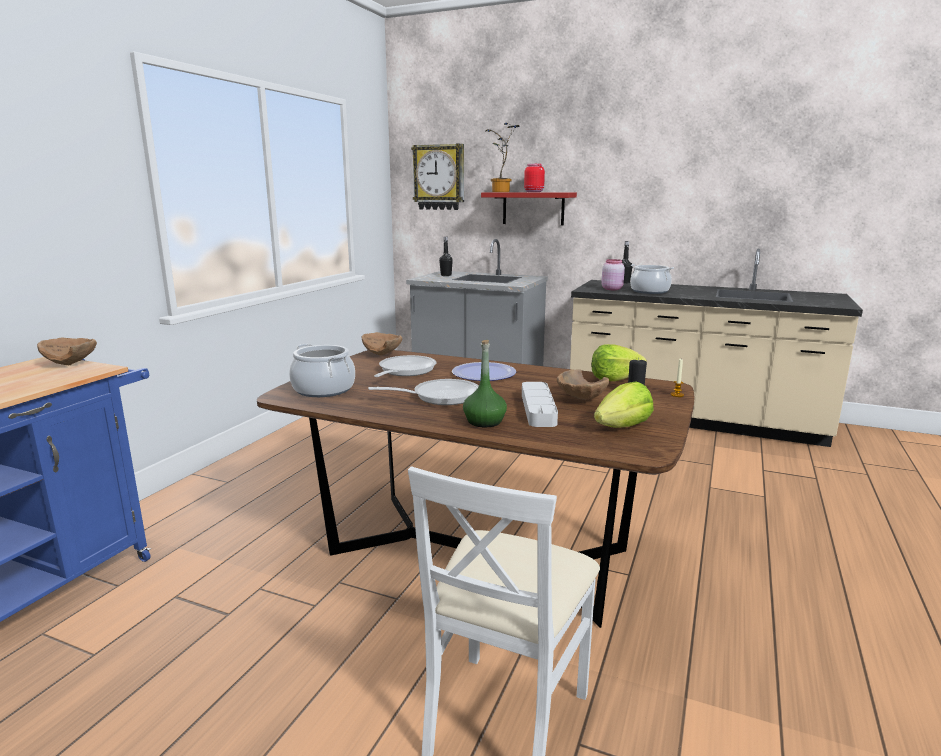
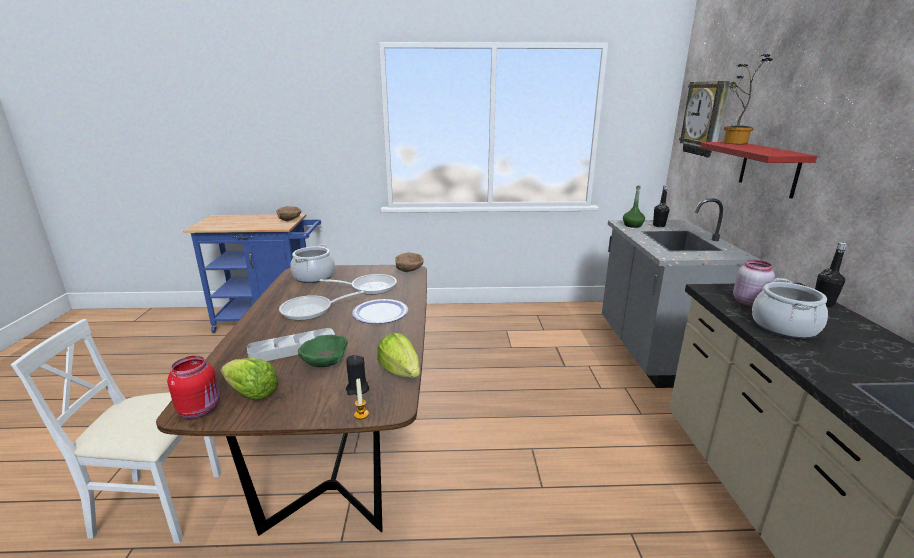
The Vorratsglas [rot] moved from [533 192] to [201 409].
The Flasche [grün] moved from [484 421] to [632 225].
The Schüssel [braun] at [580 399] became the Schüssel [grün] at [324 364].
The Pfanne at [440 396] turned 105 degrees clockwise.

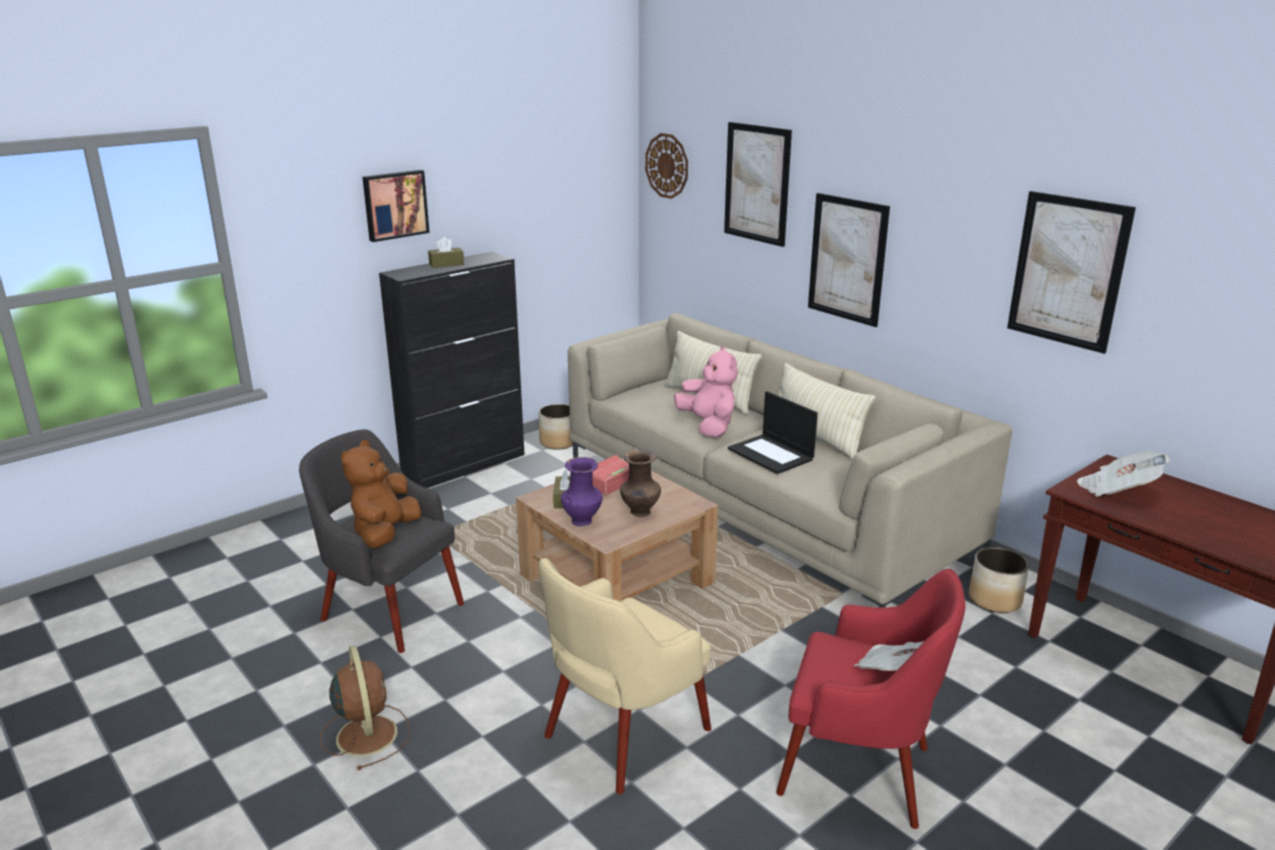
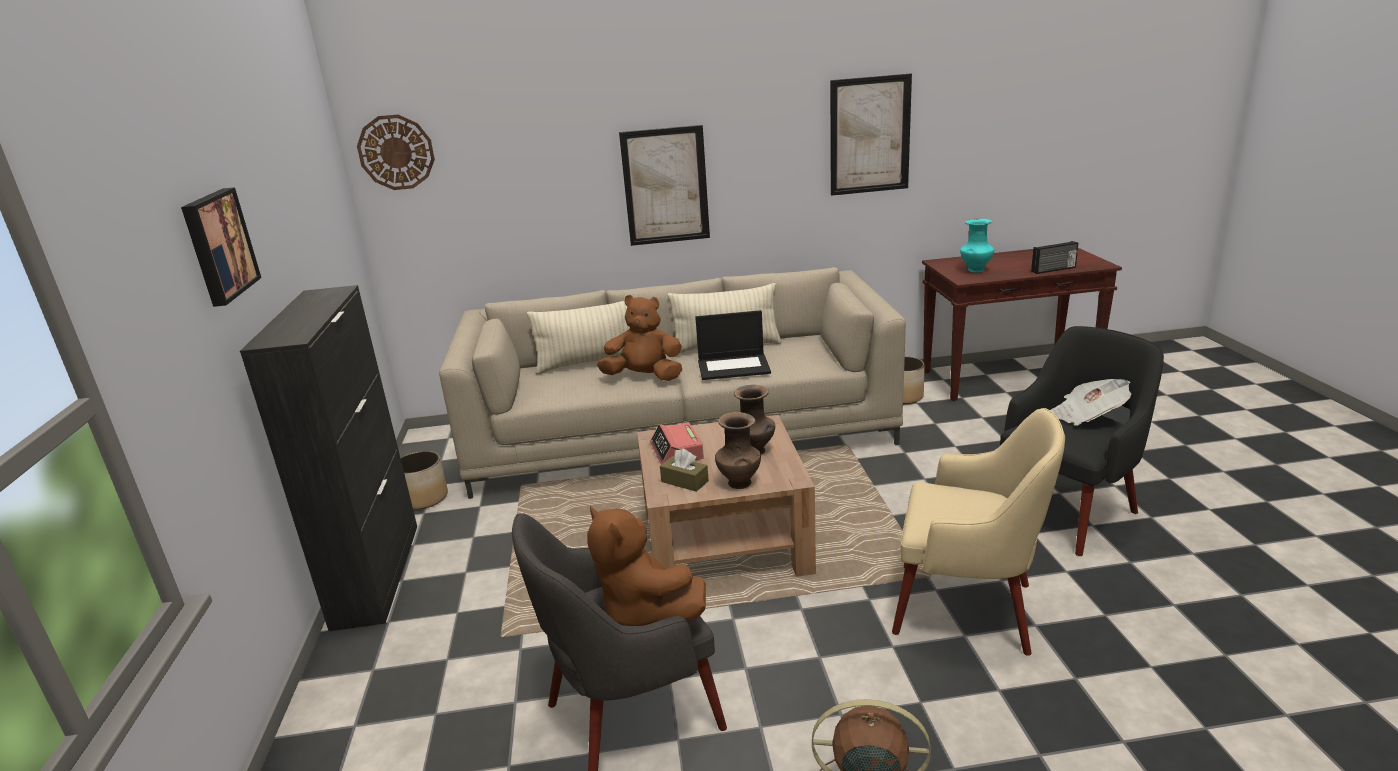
The Bild at [757 183] disappeared.
The Taschentuchbox [braun] at [446 264] disappeared.
The Plüschtier [rosa] at [708 426] became the Plüschtier [braun] at [644 377].
The Zeitung at [1117 491] was replaced by the Vase [türkis] at [975 270].
The Vase [lila] at [582 520] became the Vase [braun] at [738 482].
The Sessel [beige] at [624 734] turned 60 degrees counterclockwise.
The Sessel [rot] at [858 770] became the Sessel [schwarz] at [1066 512].
The Radio at [1054 270] appeared.

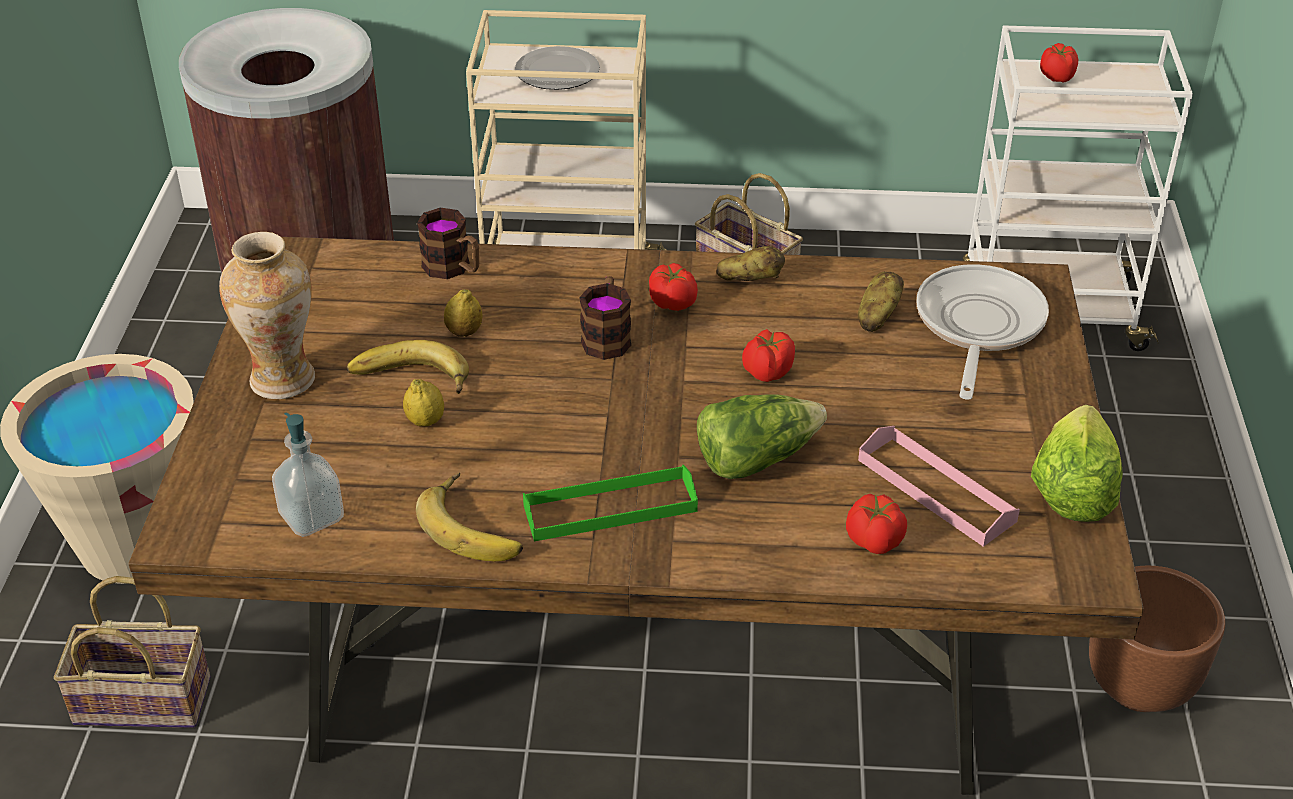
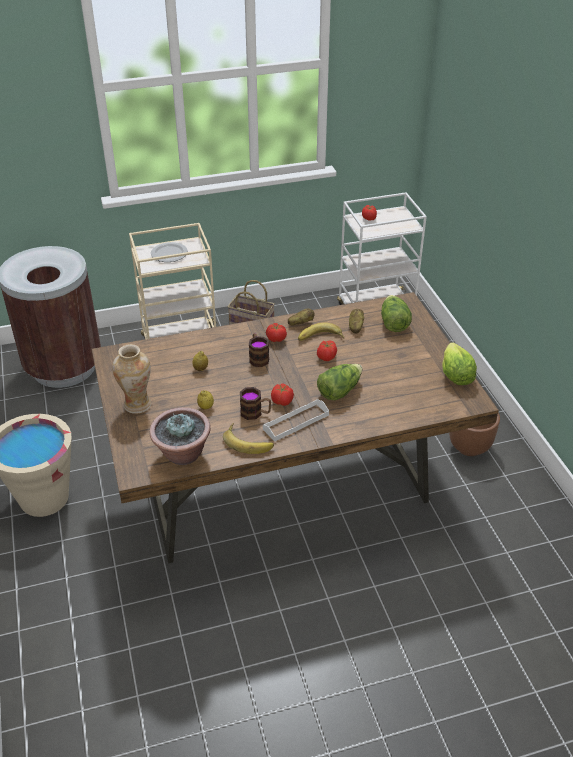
The Henkelbecher moved from [453 269] to [255 413].
The Pfanne at [977 327] was replaced by the Salatkopf at [393 322].
The Banane moved from [409 380] to [320 338].
The Seifenspender at [312 517] was replaced by the Topfpflanze at [183 454].
The Tablett [rosa] at [936 490] disappeared.
The Tablett [grün] at [610 508] became the Tablett [weiß] at [296 422].
The Tomate moved from [874 542] to [282 402].
The Korb at [146 699] disappeared.

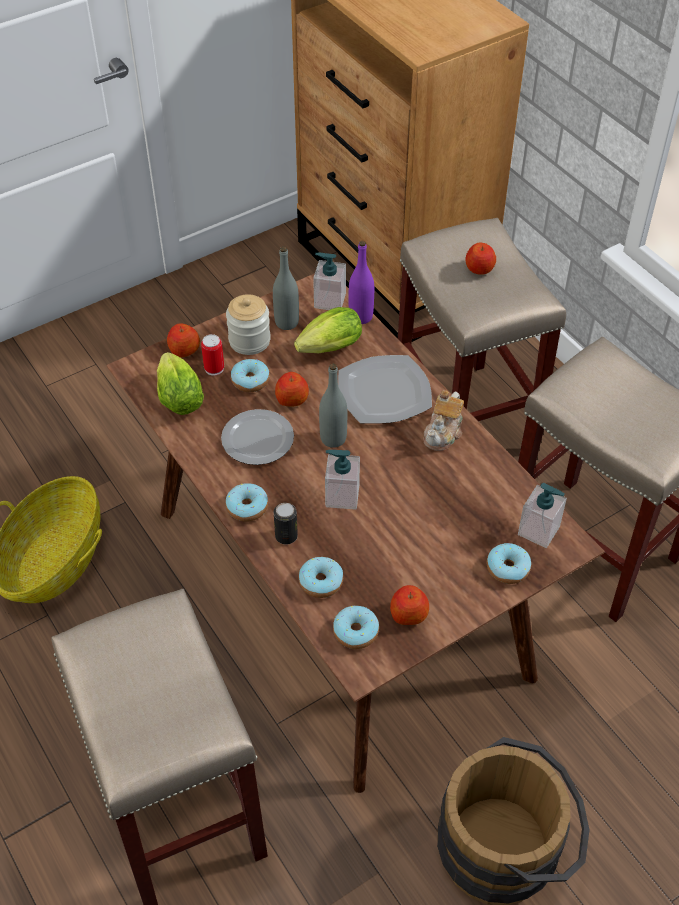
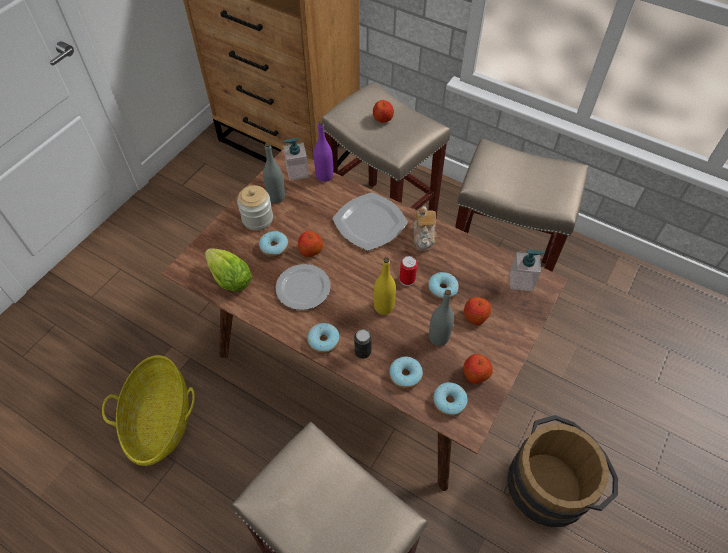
The Salatkopf at [327 349] disappeared.
The Apfel moved from [184 350] to [475 316].
The Dose moved from [214 368] to [407 279].
The Flasche [grau] moved from [333 438] to [438 337].
The Seifenspender at [342 496] was replaced by the Flasche [gelb] at [383 307].
The Donut moved from [508 568] to [442 289].

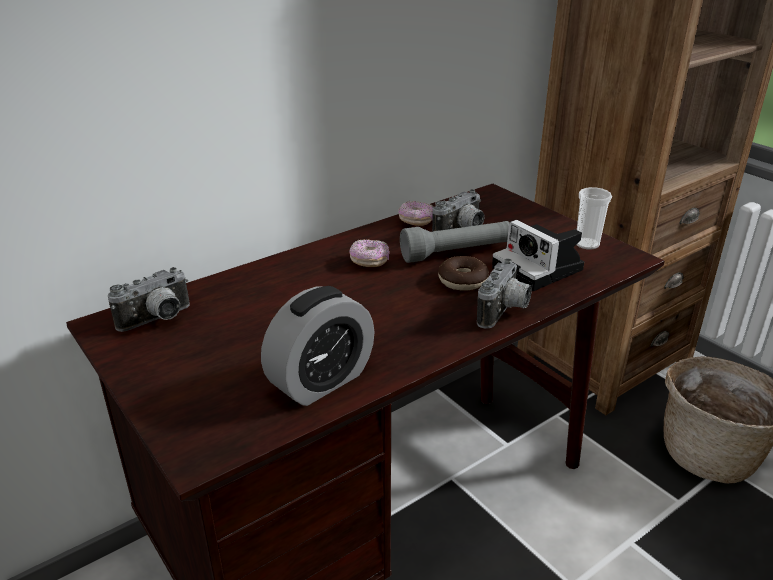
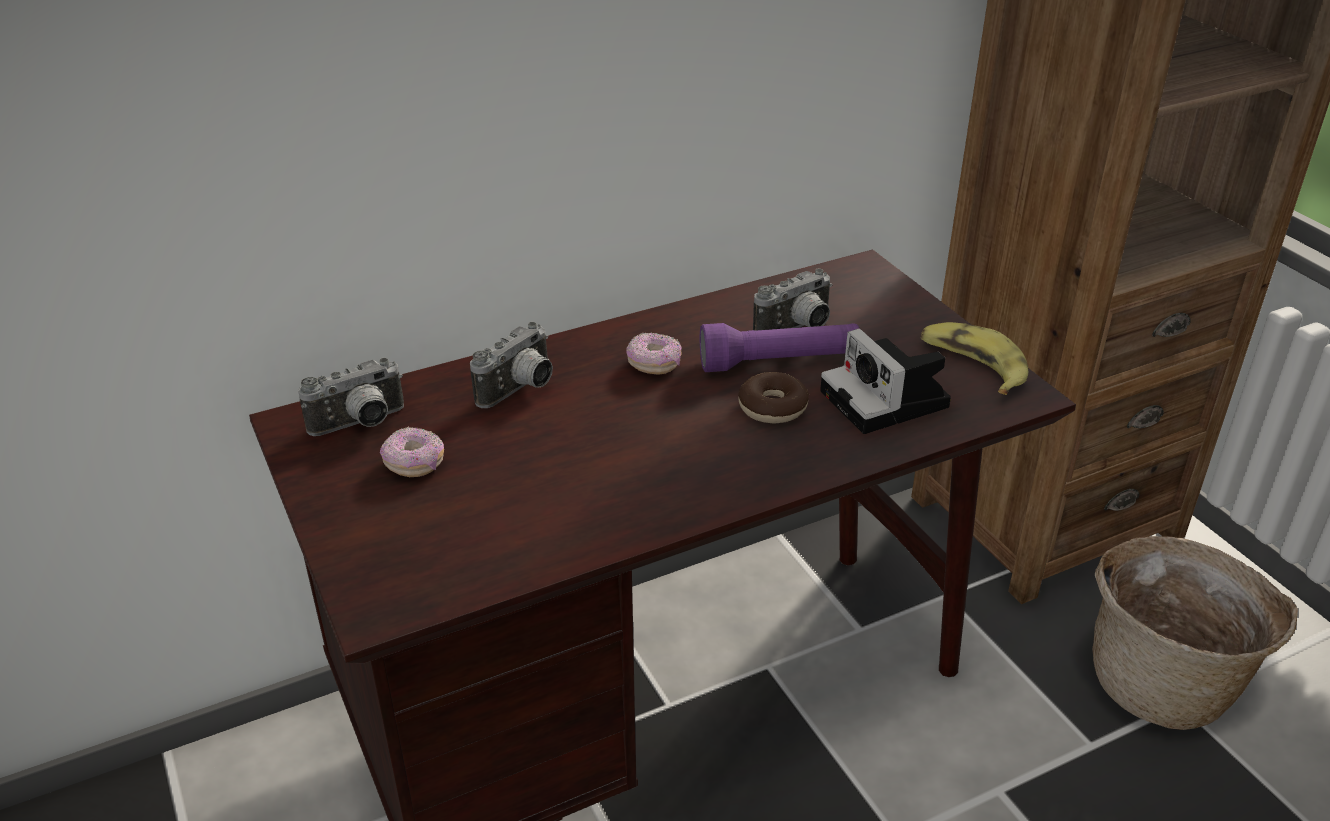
The Tasse at [587 244] was replaced by the Banane at [972 366].
The Donut moved from [416 221] to [414 464].
The Taschenlampe [grau] at [457 253] became the Taschenlampe [lila] at [779 363].
The Kamera moved from [505 312] to [521 390].
The Wecker at [321 381] disappeared.

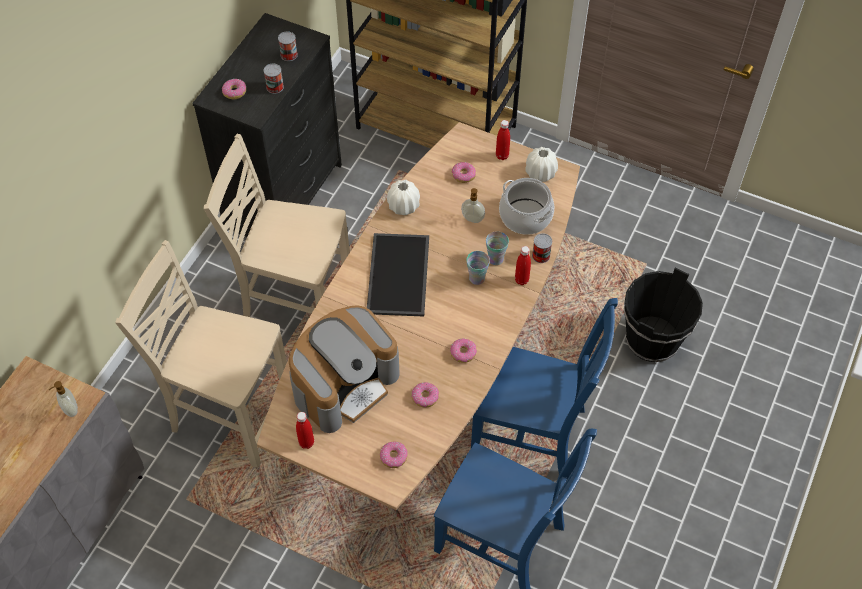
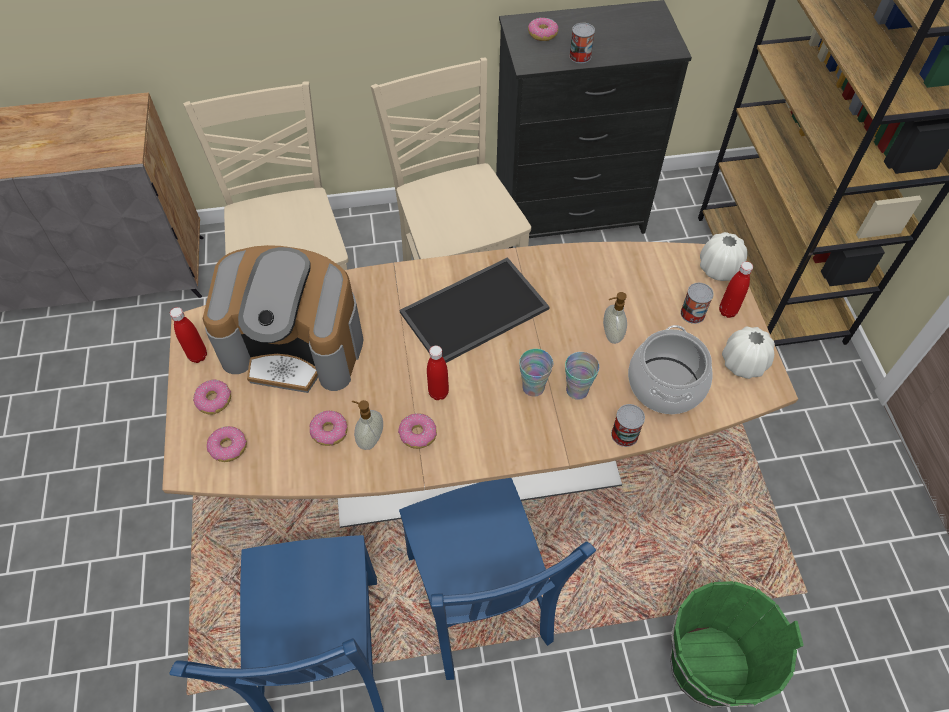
The Dose moved from [289 55] to [692 313].
The Donut moved from [463 175] to [214 400].
The Vase [weiß] moved from [403 206] to [718 269].
The Flasche [rot] moved from [521 280] to [438 393].
The Eimer [schwarz] at [652 340] became the Eimer [grün] at [708 667].
The Seifenspender moved from [70 409] to [370 439].

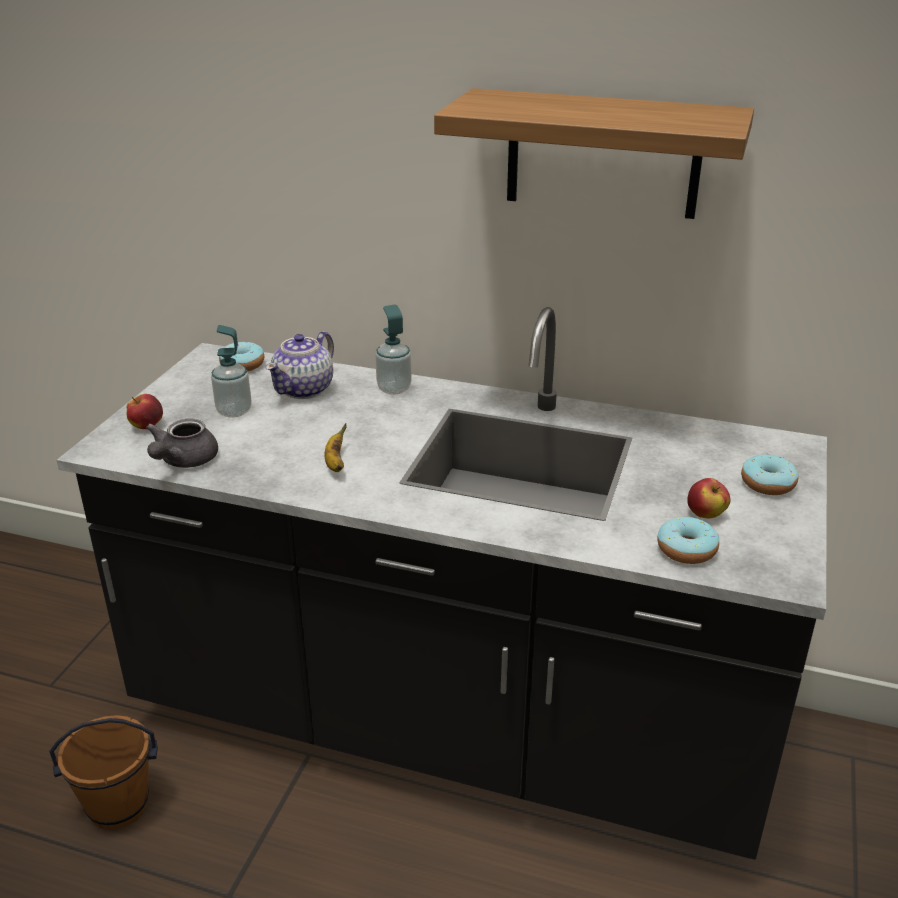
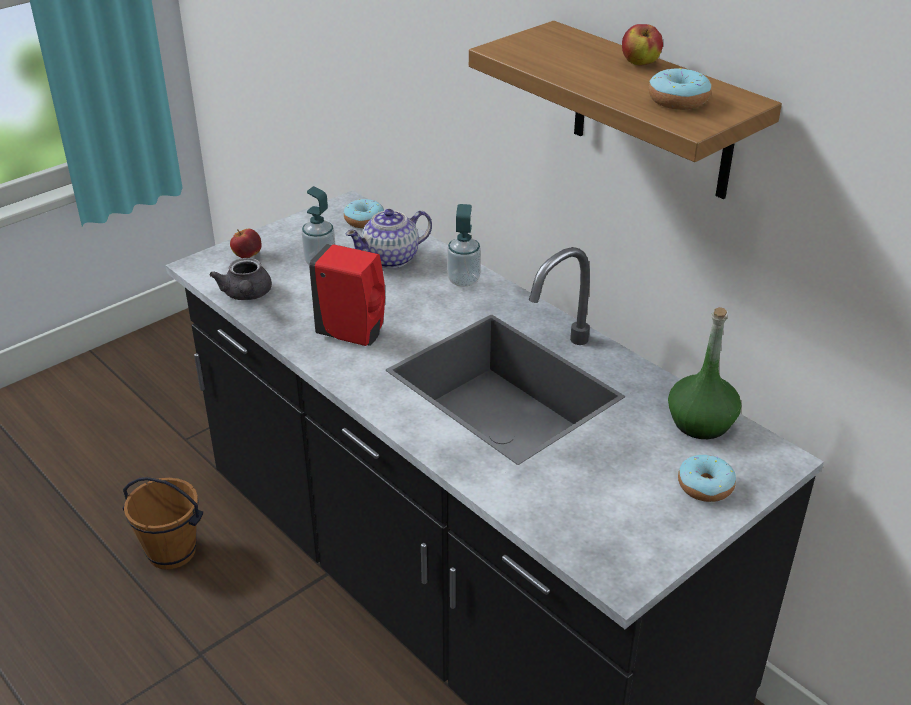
The Teekanne [grau] at [183 461] turned 60 degrees counterclockwise.
The Banane at [335 463] was replaced by the Seifenspender [rot] at [353 335].
The Apfel moved from [705 515] to [640 64].
The Donut moved from [686 550] to [678 100].
The Flasche [grün] at [701 423] appeared.

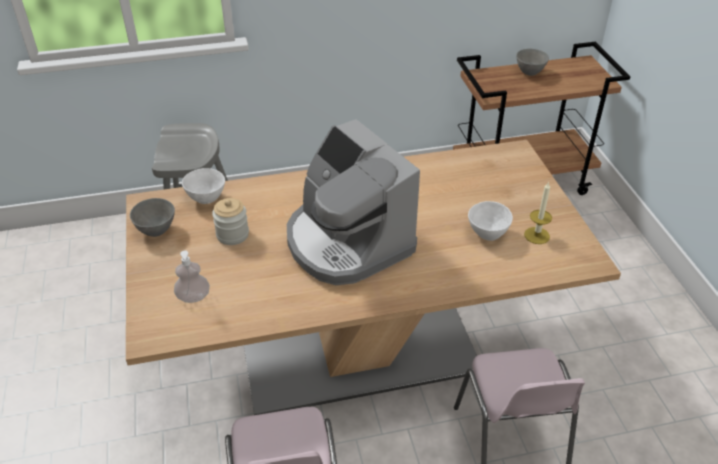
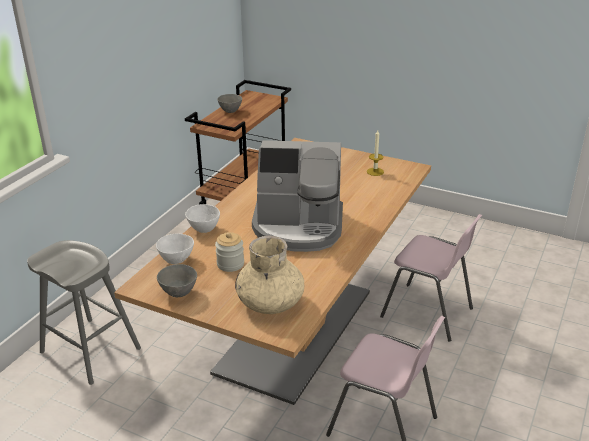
The Schüssel [weiß] moved from [487 234] to [203 229].
The Seifenspender at [193 297] was replaced by the Vase [beige] at [270 302].

